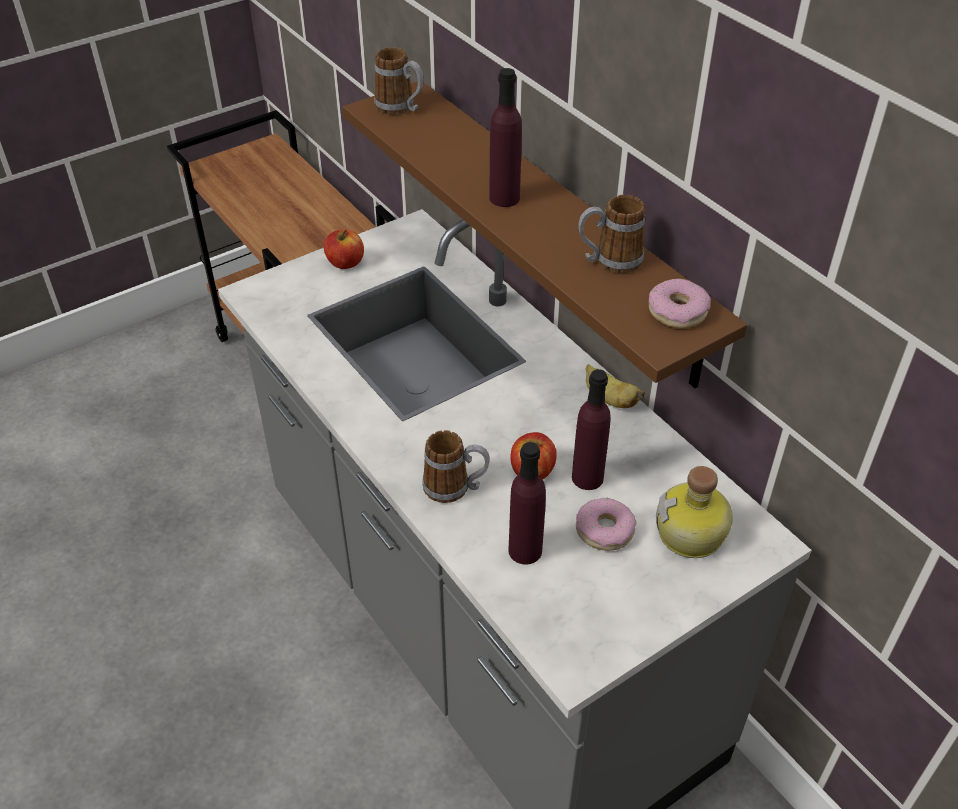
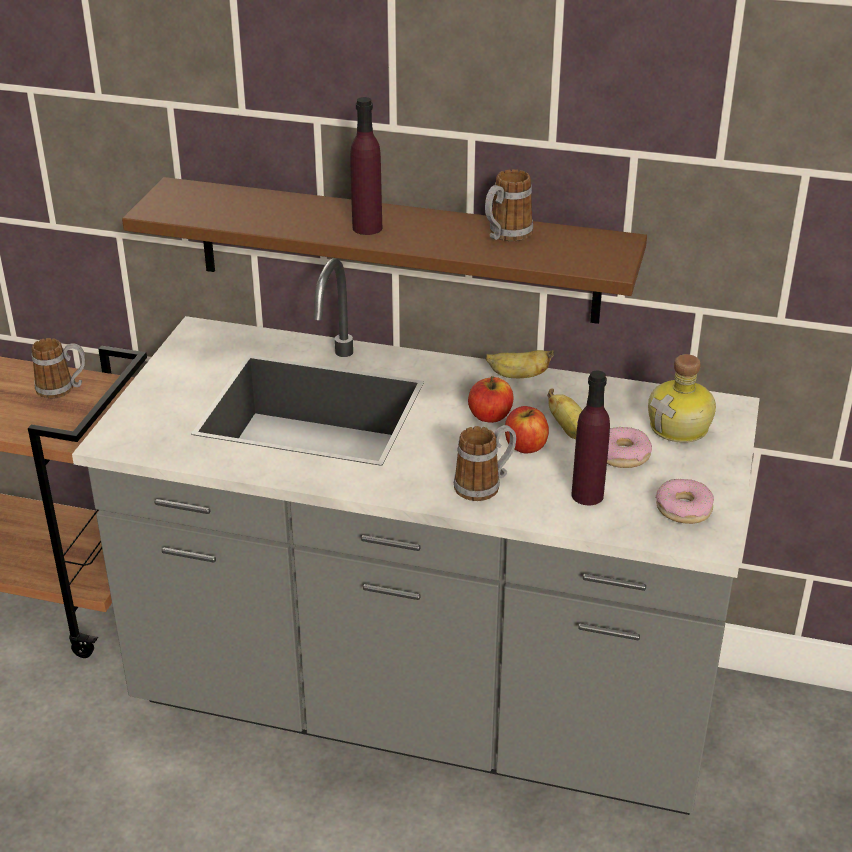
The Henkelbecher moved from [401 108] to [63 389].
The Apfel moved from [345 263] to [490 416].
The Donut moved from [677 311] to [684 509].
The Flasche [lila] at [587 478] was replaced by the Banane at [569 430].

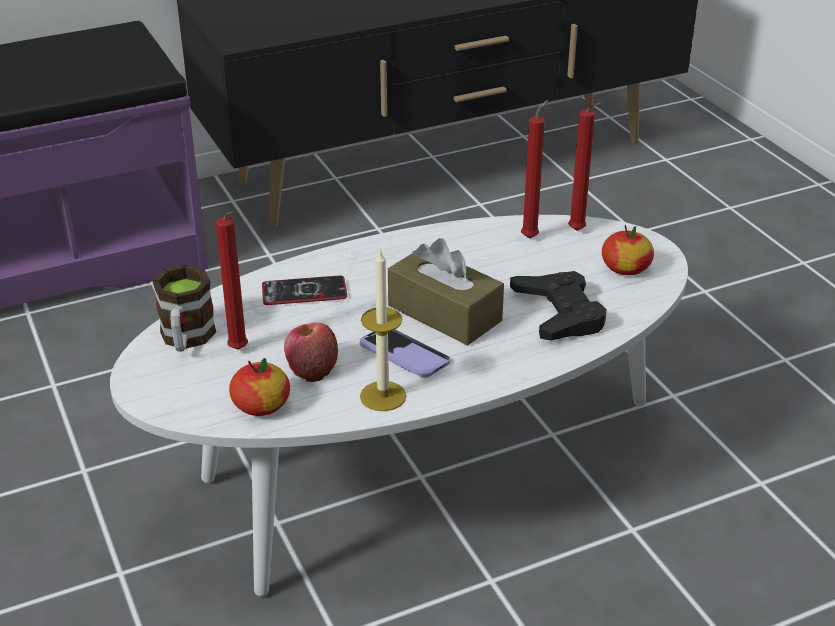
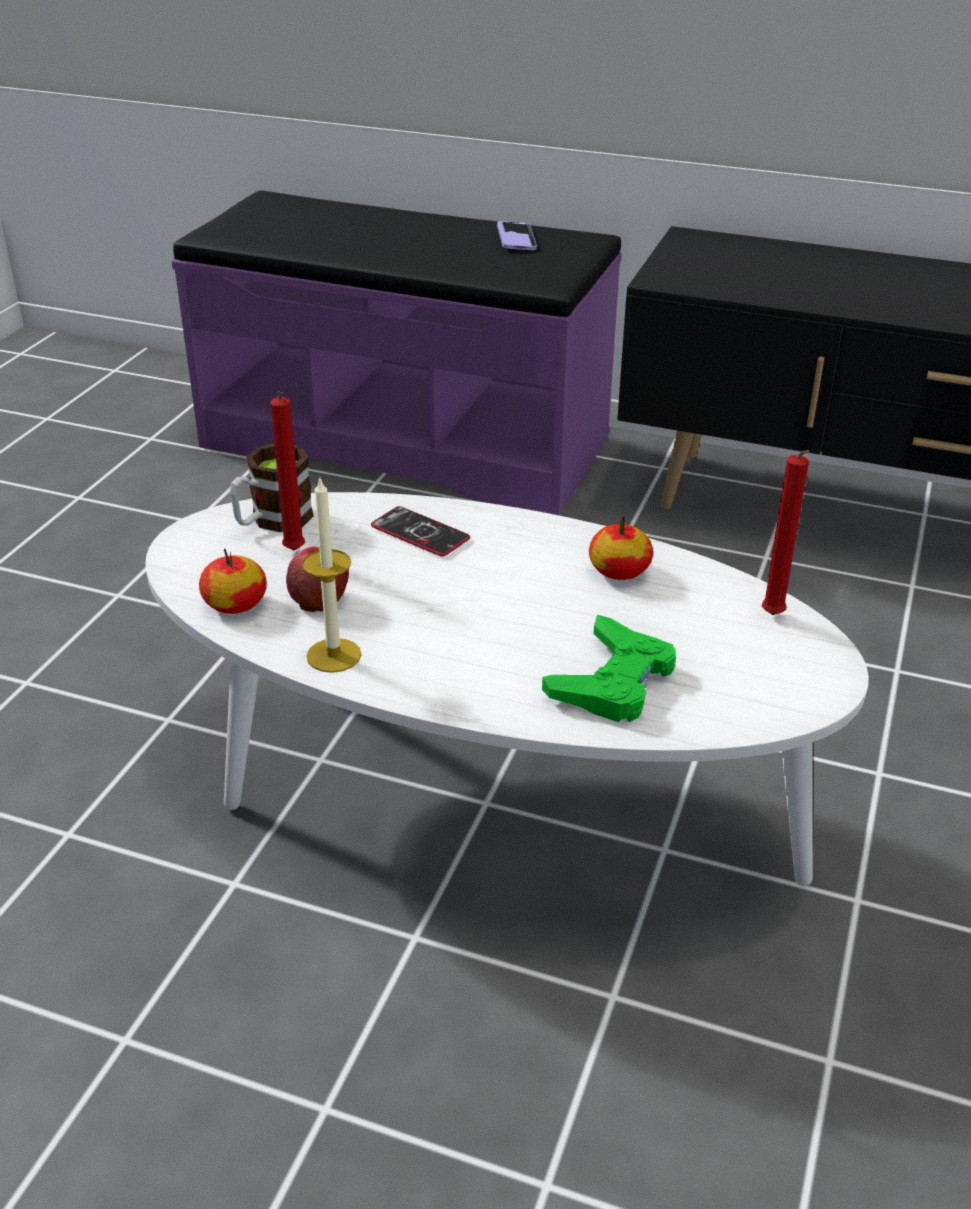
The Kerze [rot] at [531 237] disappeared.
The Apfel moved from [625 268] to [619 571].
The Taschentuchbox [braun] at [444 313] disappeared.
The Gamepad [schwarz] at [559 313] became the Gamepad [grün] at [613 681].
The Handy moved from [404 354] to [516 238].

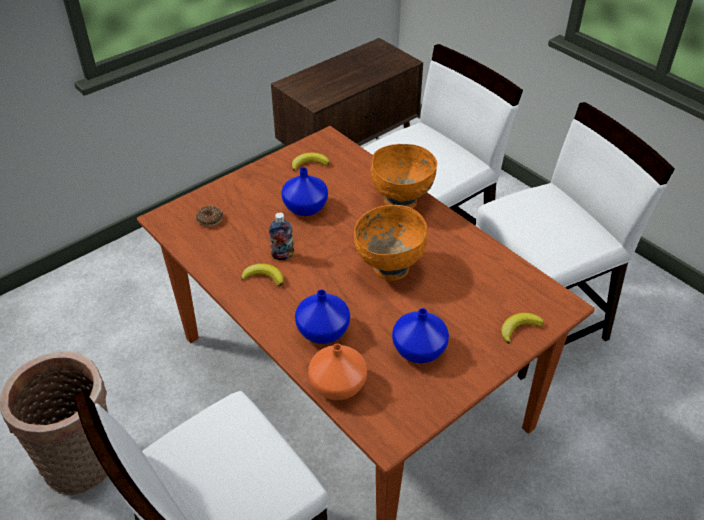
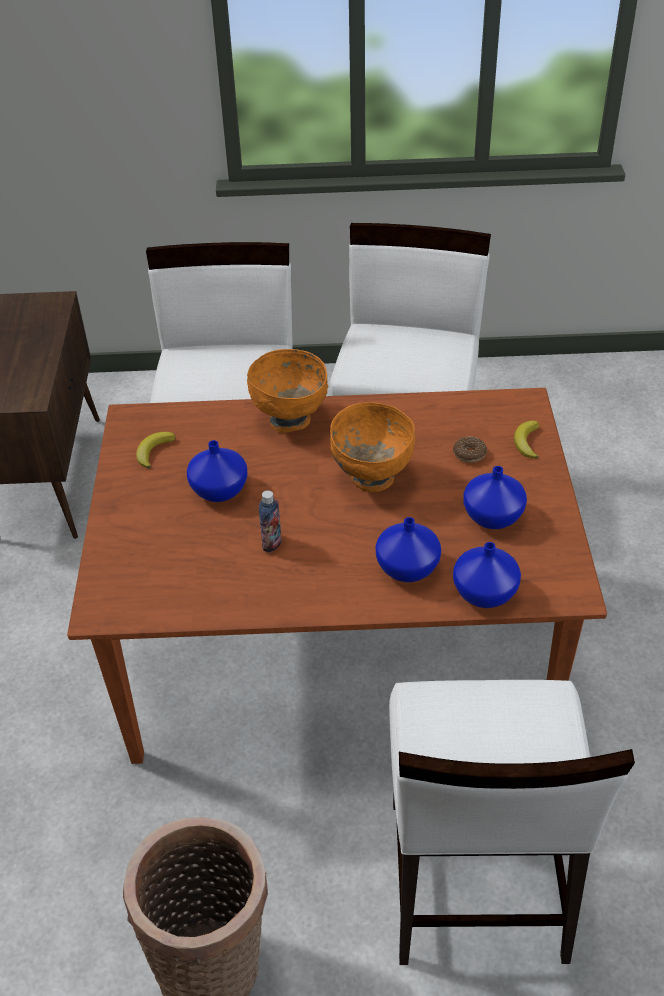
The Donut moved from [210 219] to [469 454].
The Banane at [264 277] disappeared.
The Vase [orange] at [338 384] became the Vase [blau] at [484 592].

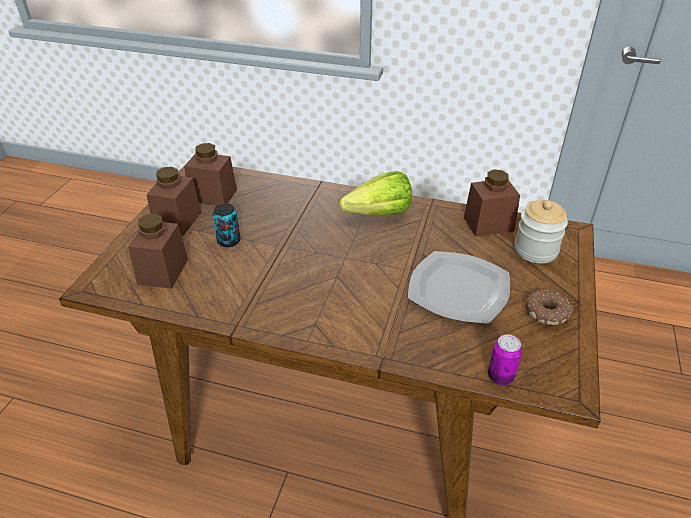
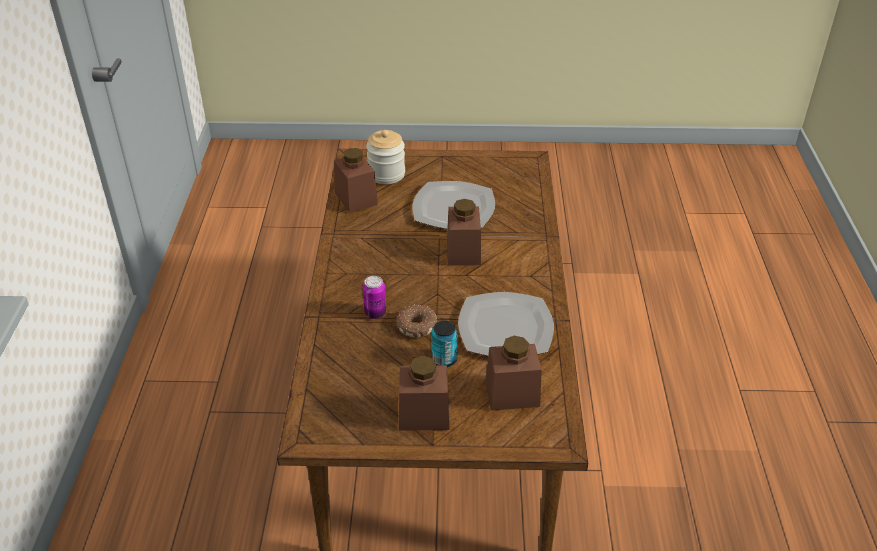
The Vorratsglas [braun] moved from [213 195] to [463 252].
The Salatkopf at [373 215] disappeared.
The Donut moved from [548 312] to [416 325].
The Dose moved from [500 376] to [375 313].
The Teller at [504 328] appeared.

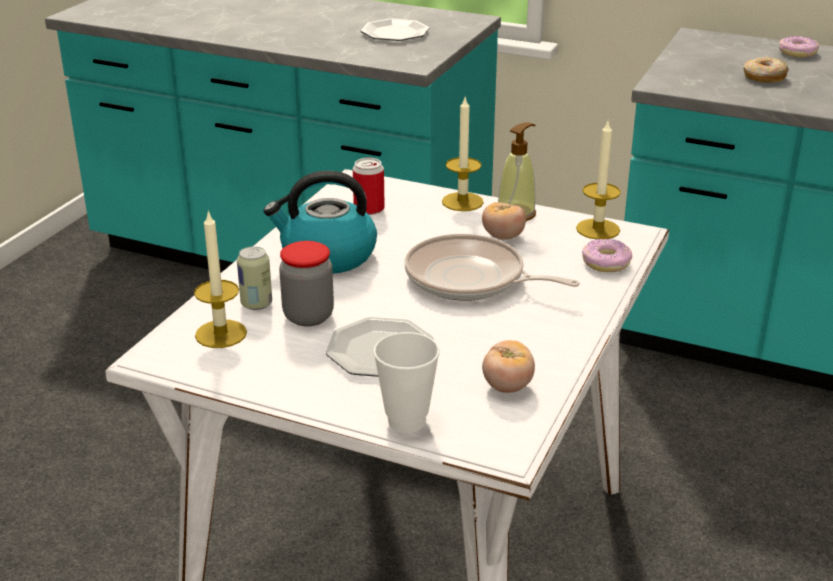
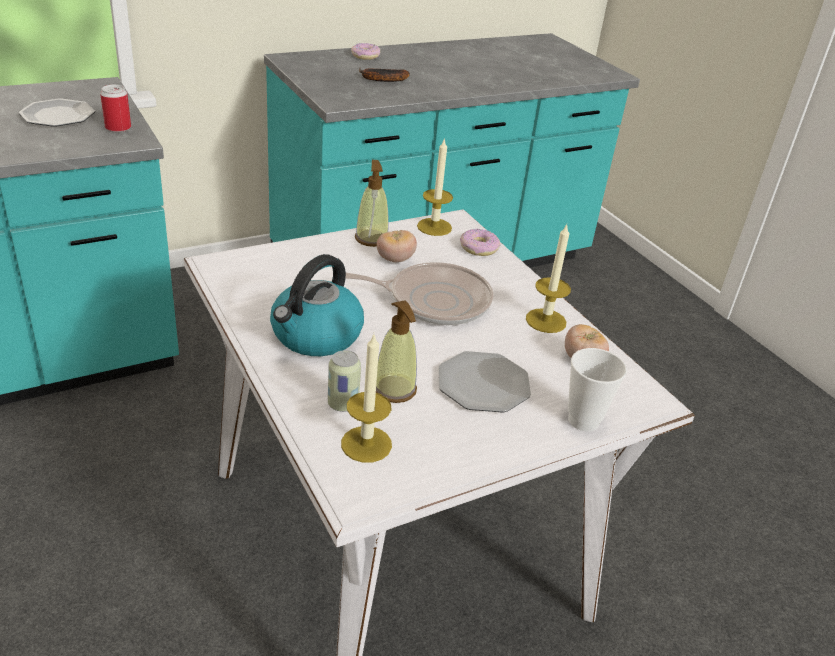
The Donut at [764 77] was replaced by the Banane at [381 79].
The Kerze moved from [462 202] to [545 321].
The Dose moved from [369 209] to [118 128].
The Pfanne at [470 279] turned 150 degrees counterclockwise.
The Vorratsglas at [308 316] was replaced by the Seifenspender at [394 390].

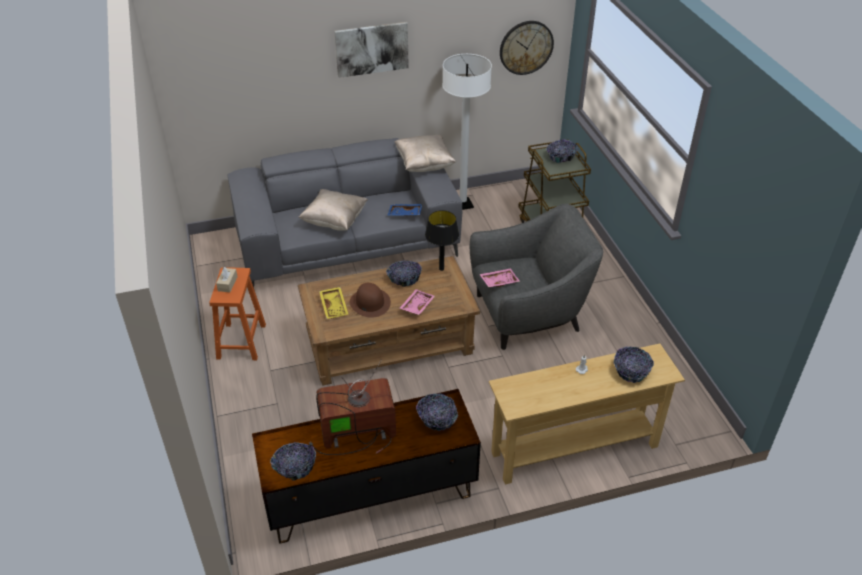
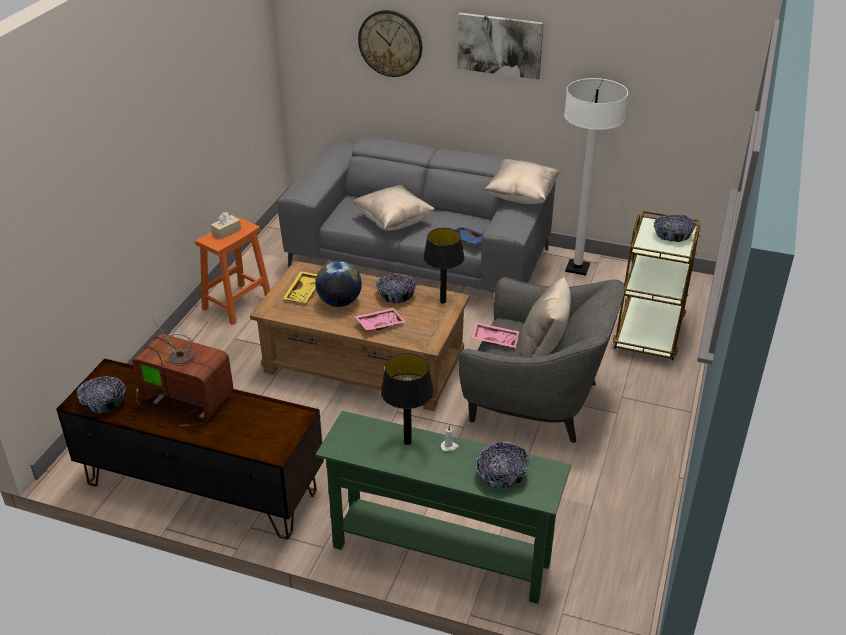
The Wanduhr moved from [526 47] to [390 43].
The Hut [braun] at [369 302] was replaced by the Globus at [339 302].
The Konsolentisch [beige] at [575 450] became the Konsolentisch [grün] at [440 555].
The Schüssel at [437 419] disappeared.
The Kissen [beige] at [543 350] appeared.
The Tischlampe [schwarz] at [407 442] appeared.

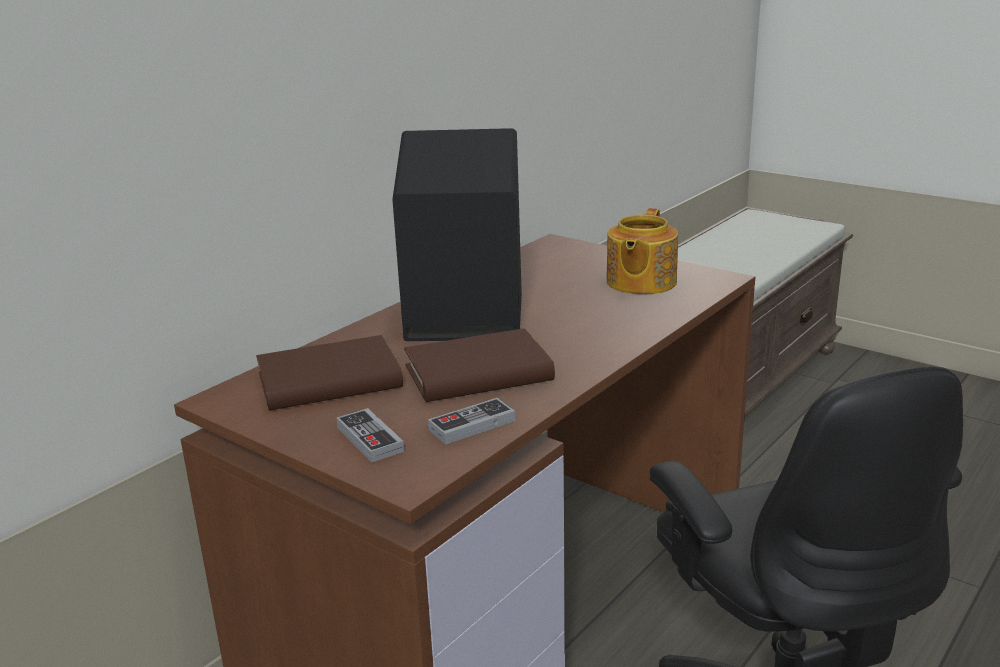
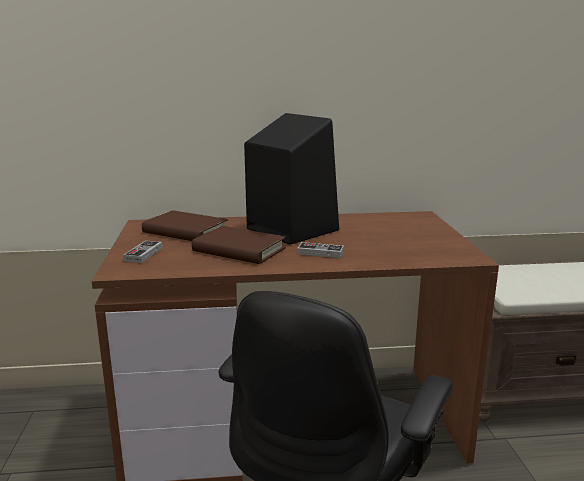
The Teekanne at [640 282] disappeared.
The Gamepad moved from [472 425] to [320 253].

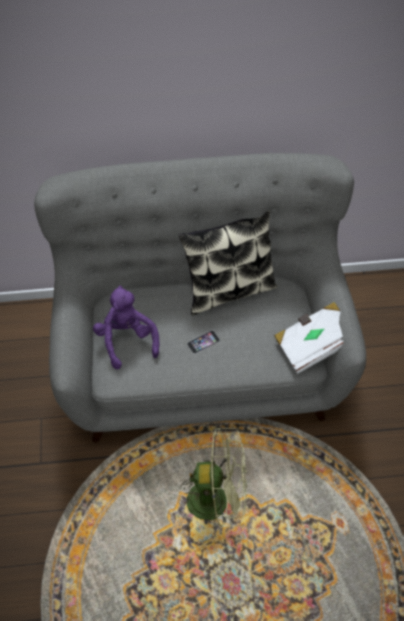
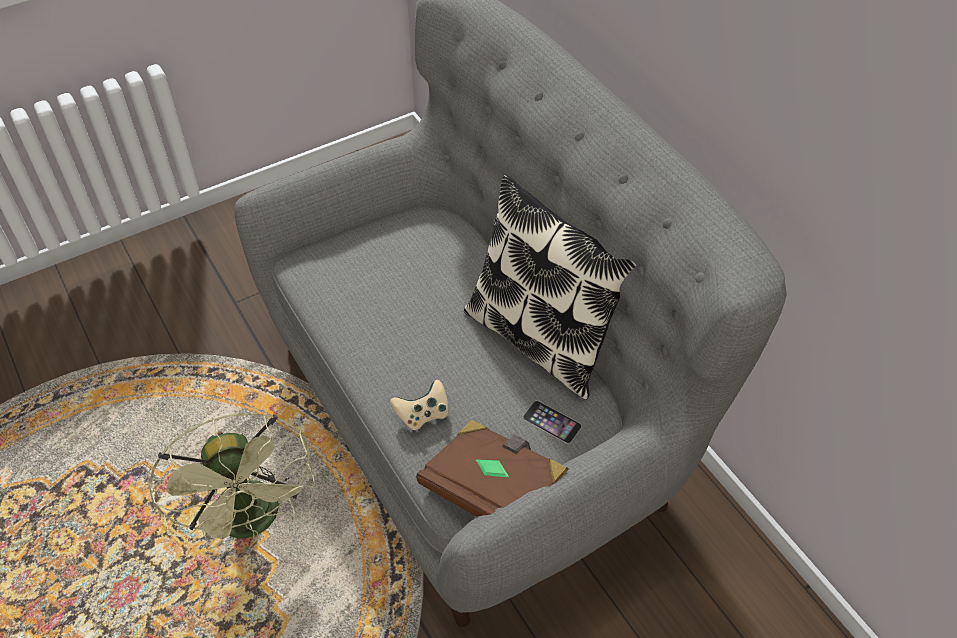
The Plüschtier [lila] at [126 340] disappeared.
The Buch [weiß] at [313 345] became the Buch [braun] at [493 489].
The Handy moved from [203 342] to [552 422].
The Gamepad [beige] at [422 414] appeared.

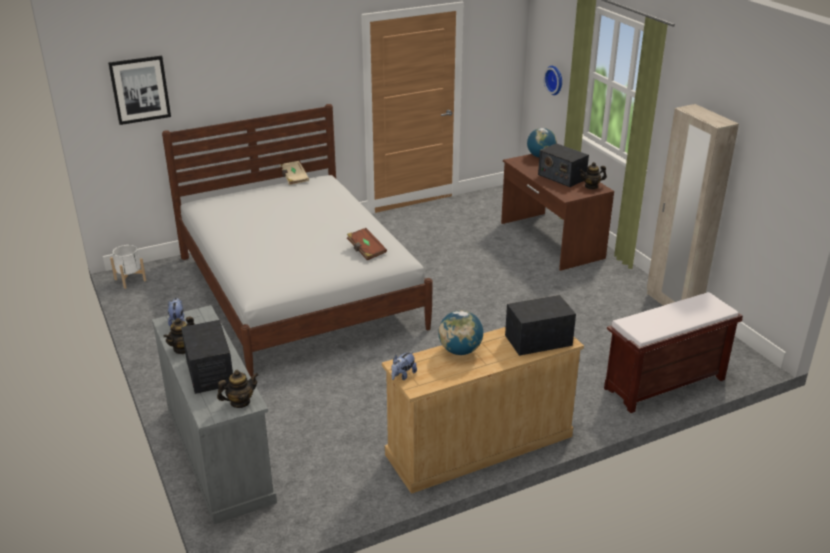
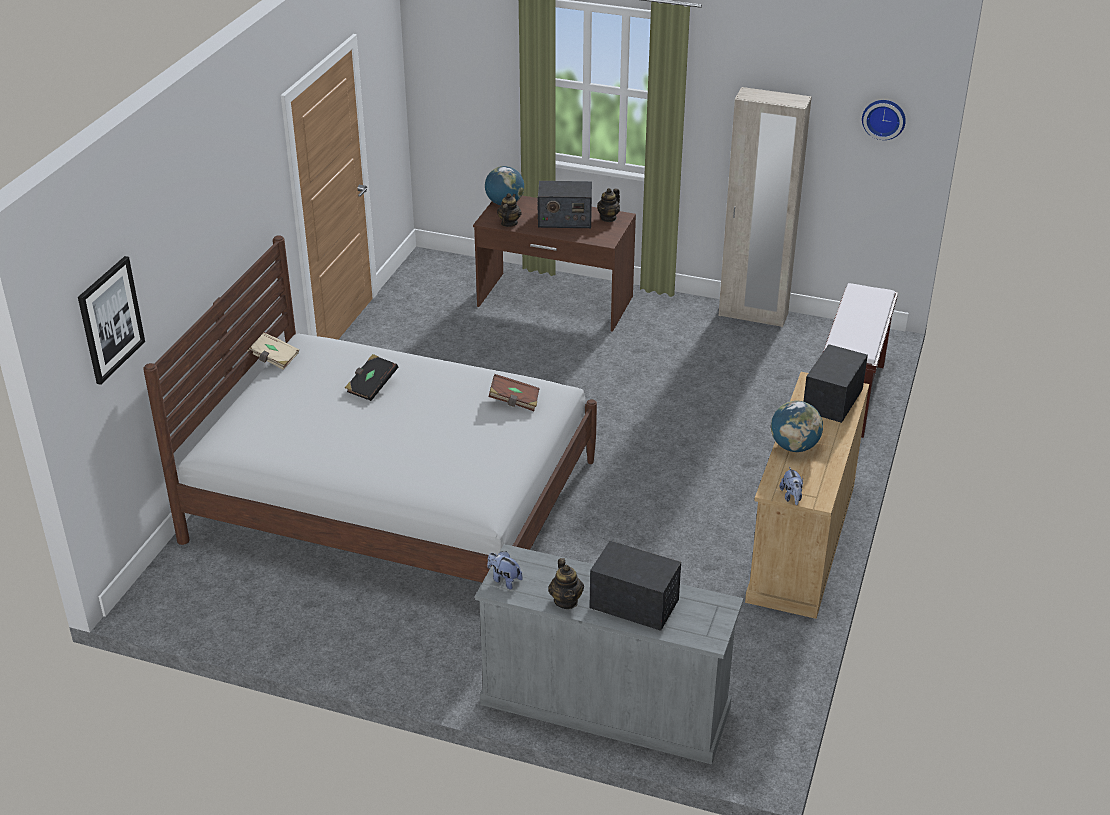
The Wanduhr moved from [555 80] to [884 118].
The Pflanzkübel [weiß] at [130 280] disappeared.
The Teekanne moved from [240 402] to [509 223].
The Buch [schwarz] at [371 386] appeared.

